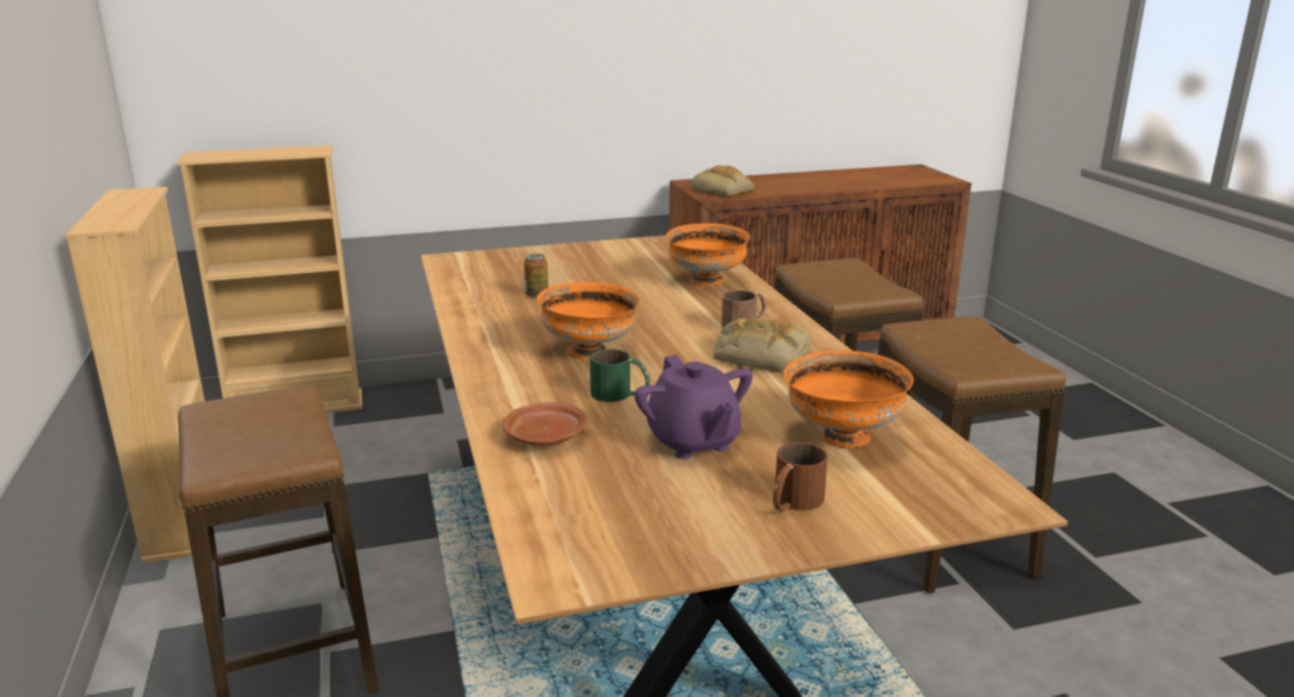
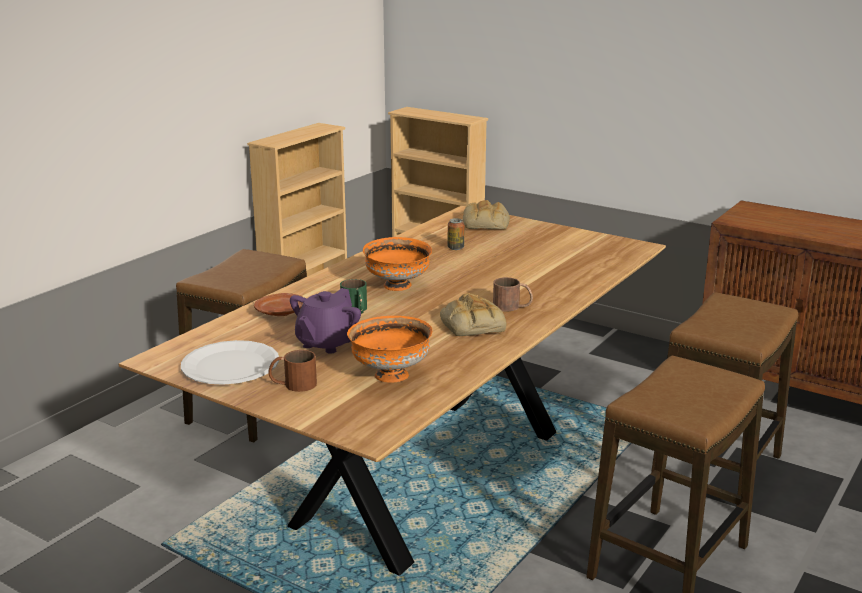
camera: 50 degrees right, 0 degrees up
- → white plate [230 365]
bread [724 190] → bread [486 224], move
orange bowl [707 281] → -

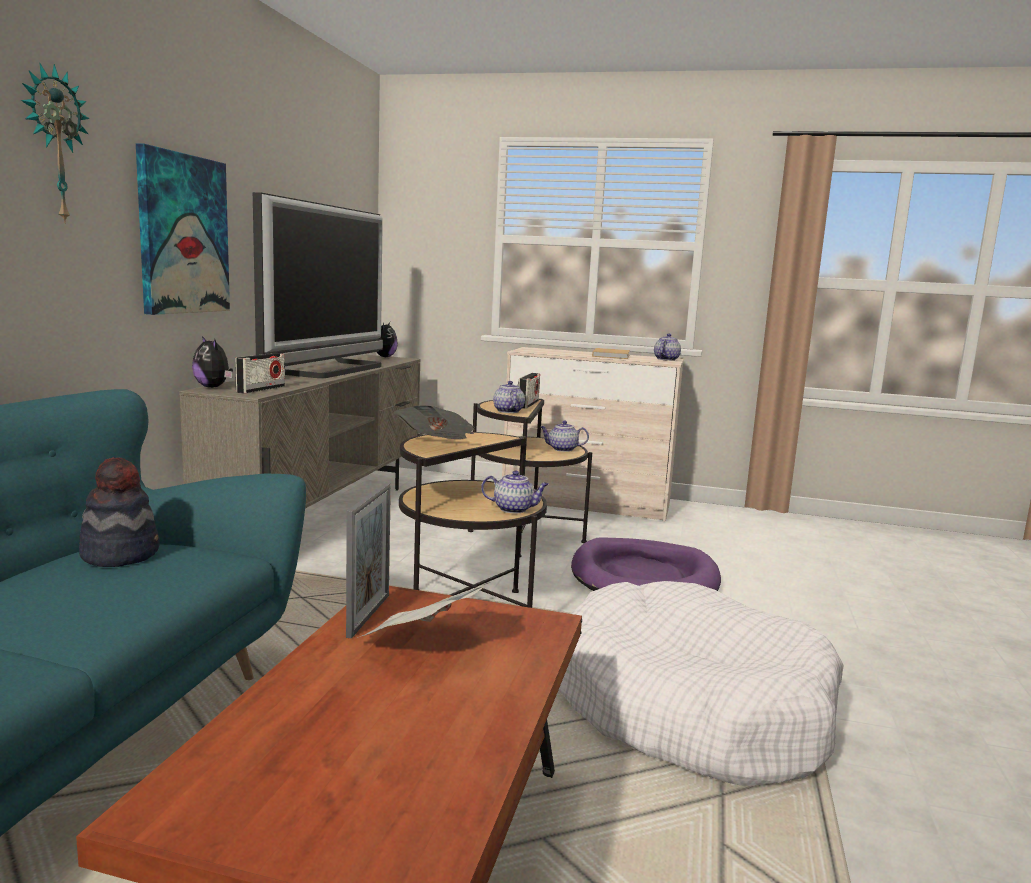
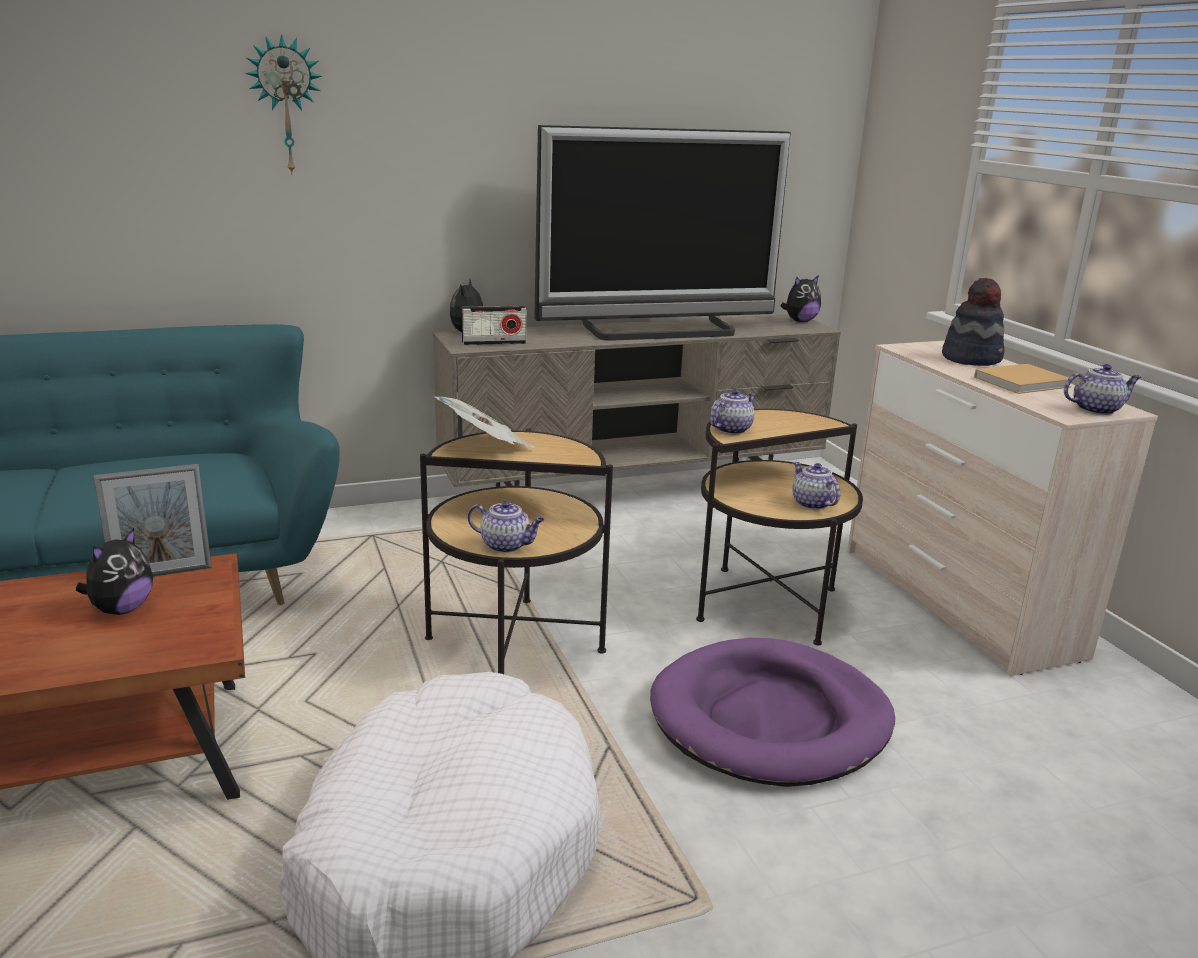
camera: 55 degrees right, 10 degrees up
newspaper [422 643] → plush toy [121 609]
teapot [514 509] → teapot [506 545], 45 degrees counterclockwise
hat [121 554] → hat [971 359], move
picture [183 234] → -
radio [528 404] → -

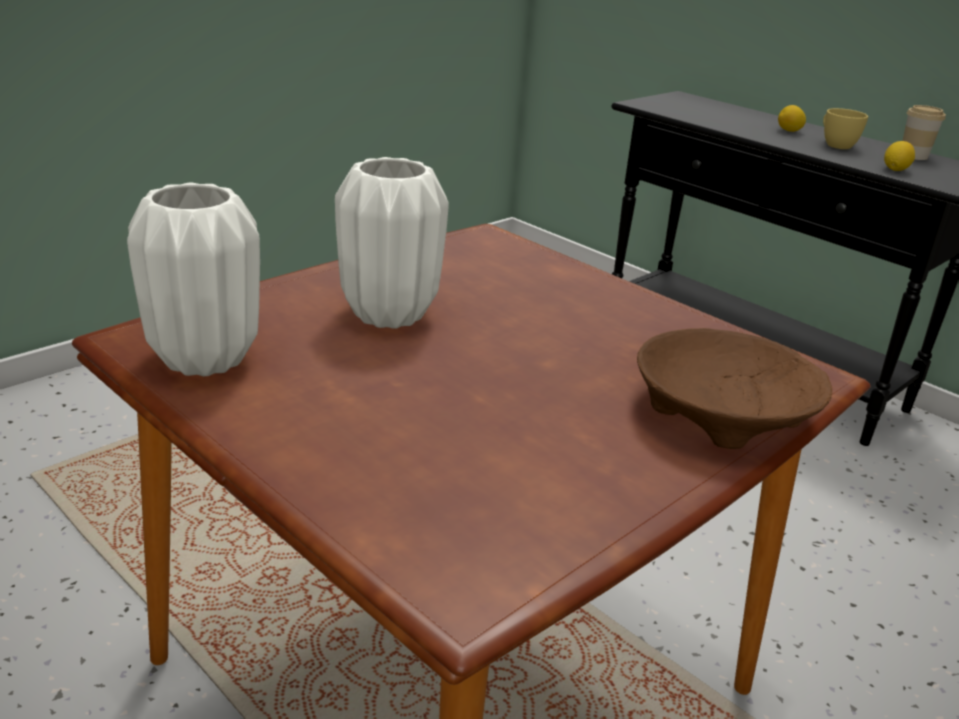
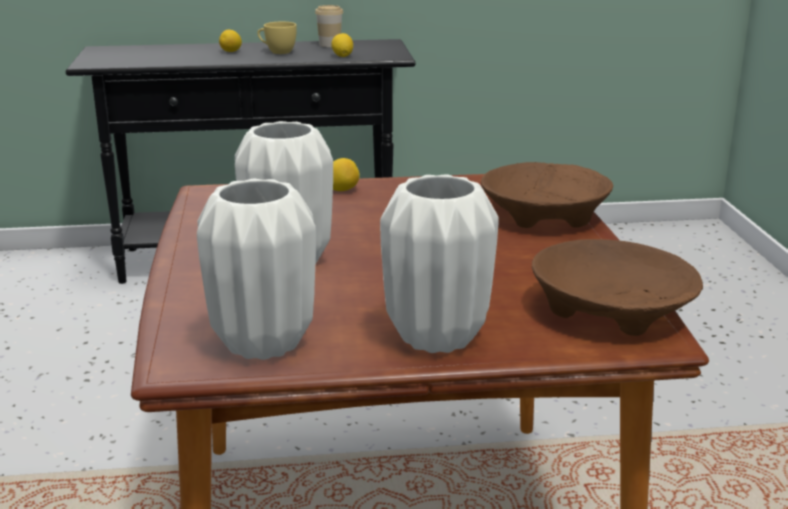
camera: 50 degrees left, 5 degrees down
- → lemon [342 190]
- → white vase [437 336]
- → brown bowl [611 308]

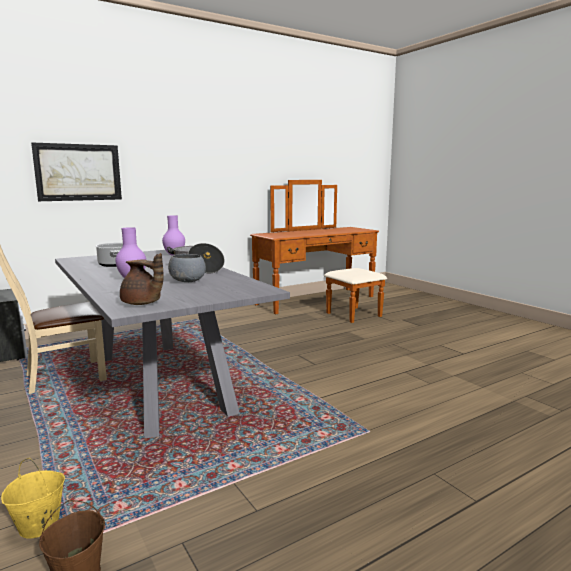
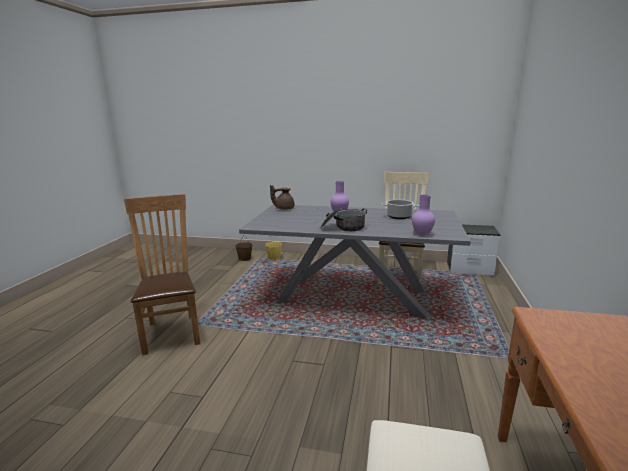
camera: 135 degrees right, 5 degrees up
- → brown chair [172 331]
picture [78 172] → -
grey bowl [188 281] → -

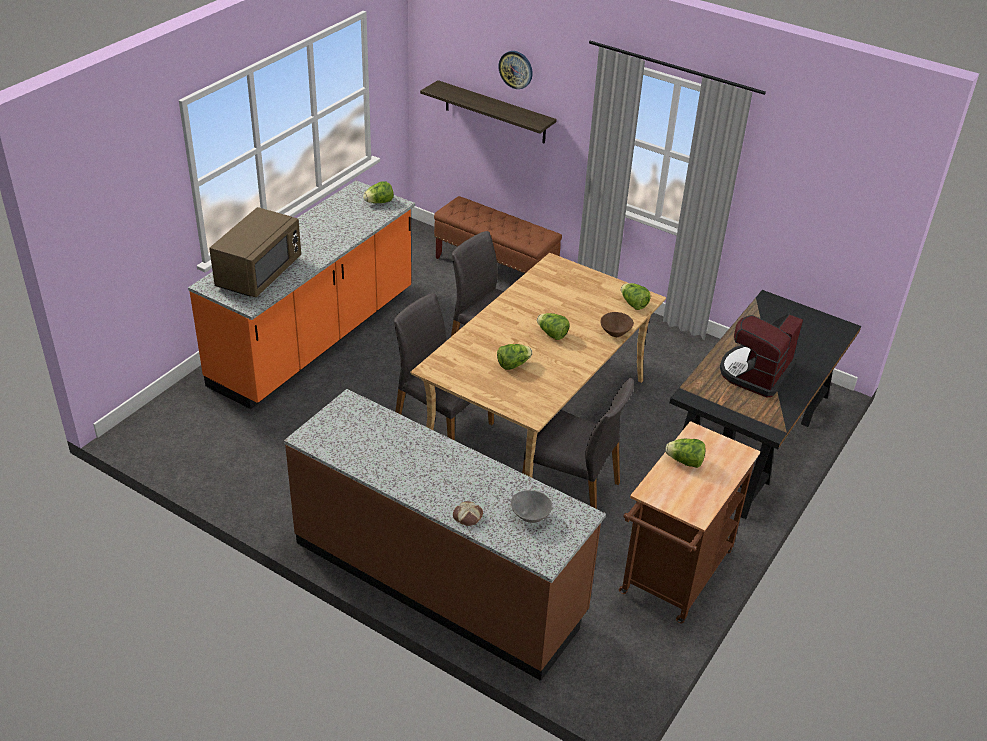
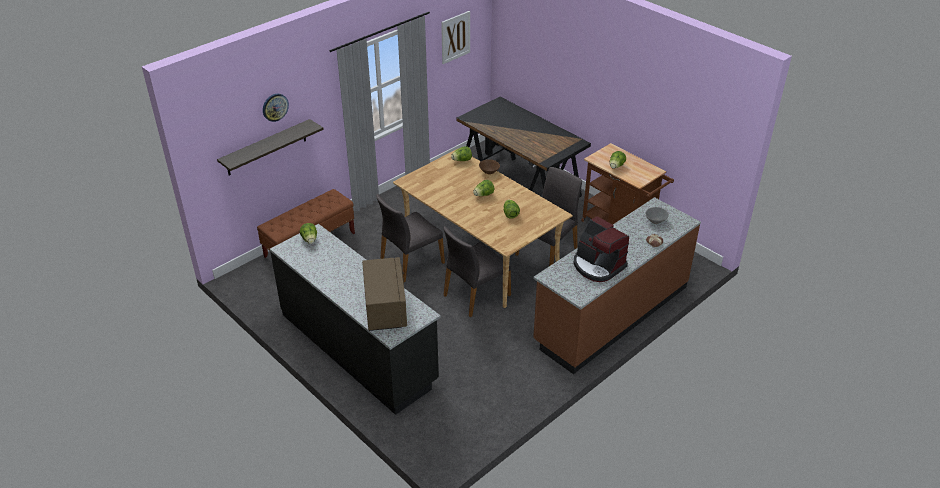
camera: 75 degrees left, 0 degrees up
orange counter [315 339] → black counter [358 347]
brown microwave [259 273] → brown microwave [385 308], 45 degrees clockwise
- → picture [455 37]
coffee machine [755 372] → coffee machine [598 266], move

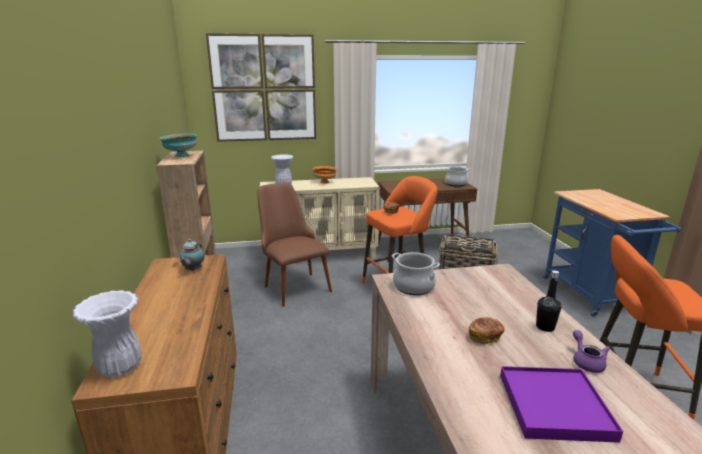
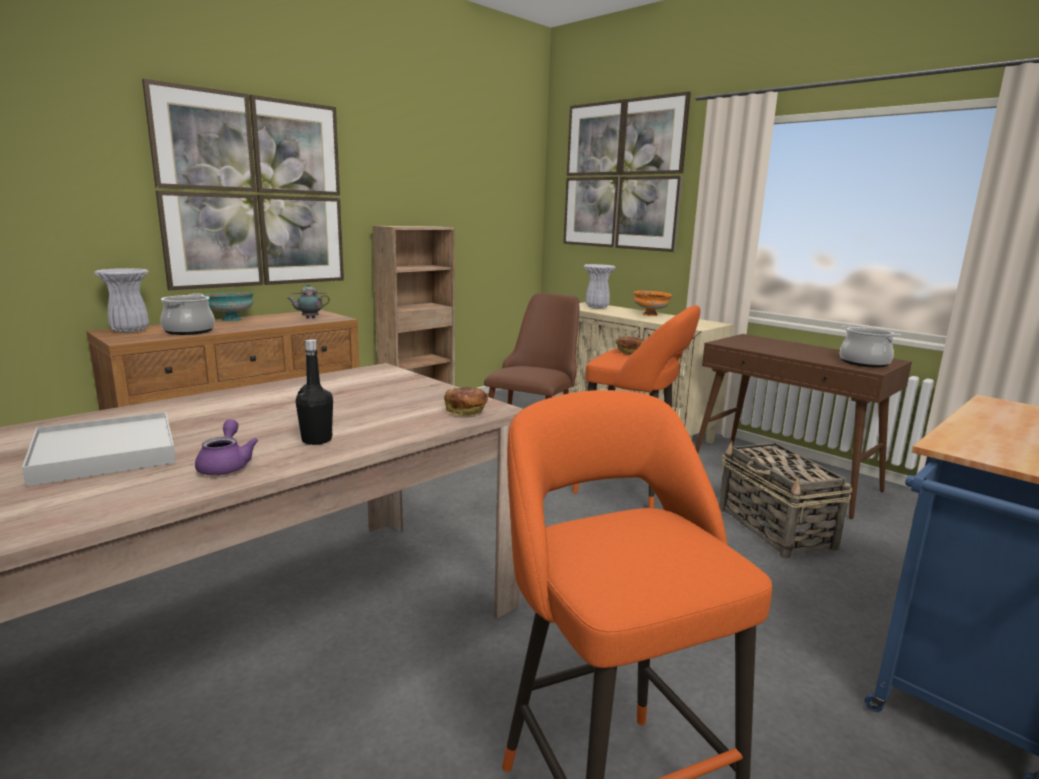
camera: 55 degrees right, 5 degrees down
purple tray [554 406] → white tray [105 453]
- → picture [255 193]
cooking pot [413 286] → cooking pot [189 331], move
purple teapot [586 361] → purple teapot [226 465], 60 degrees counterclockwise
turquoise bowl [181 156] → turquoise bowl [231 320], move
bread [485 337] → bread [466 412], move

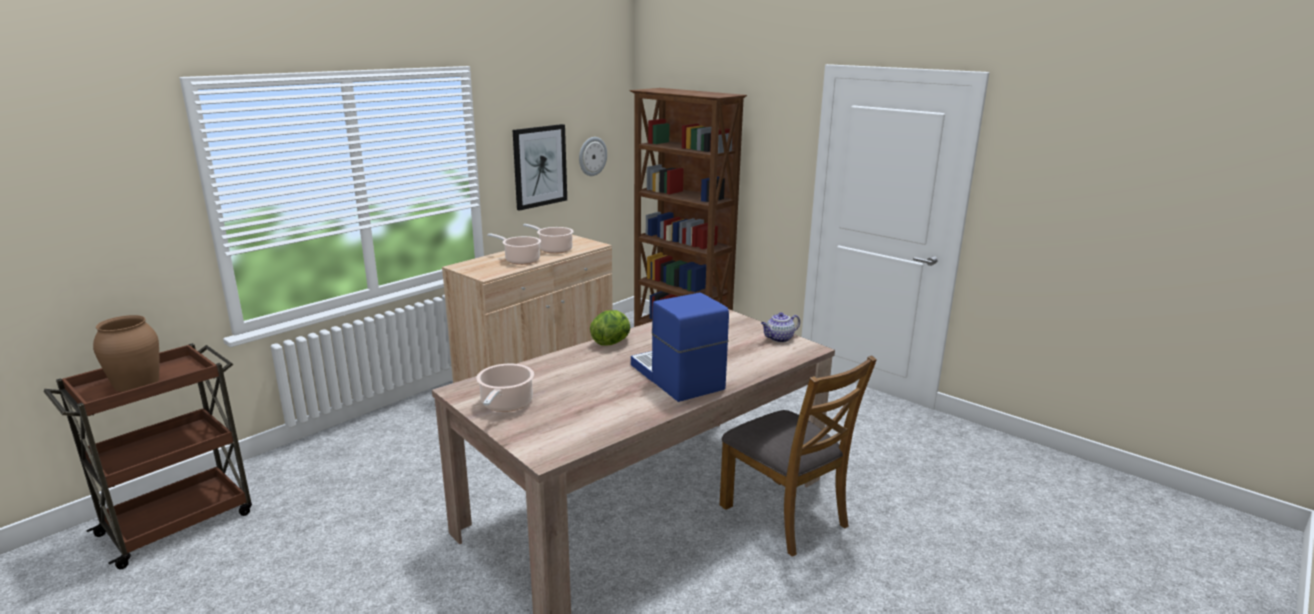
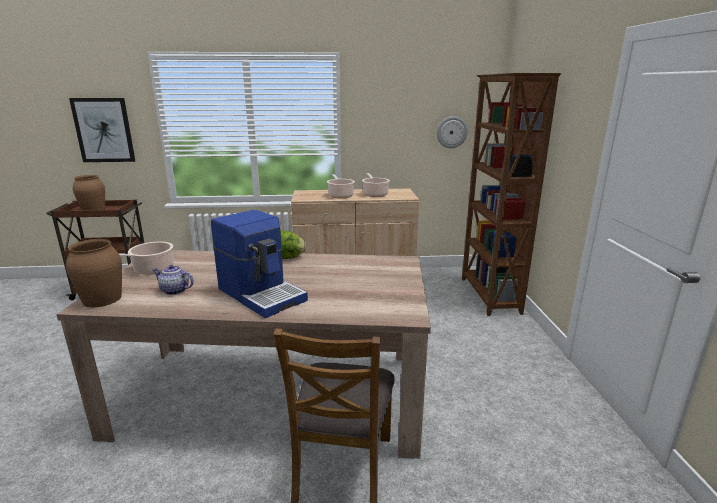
camera: 45 degrees right, 0 degrees up
- → brown vase [102 299]
picture [539 166] → picture [104 130], move
teapot [779 339] → teapot [174 290], move
coffee machine [676 377] → coffee machine [262 294], 120 degrees clockwise

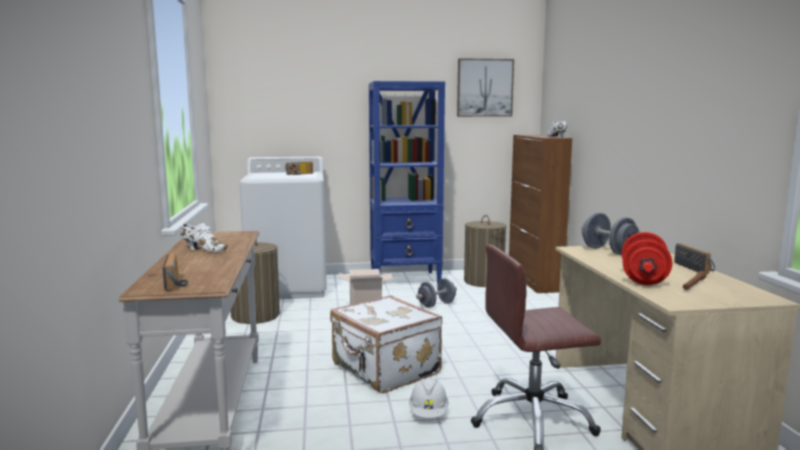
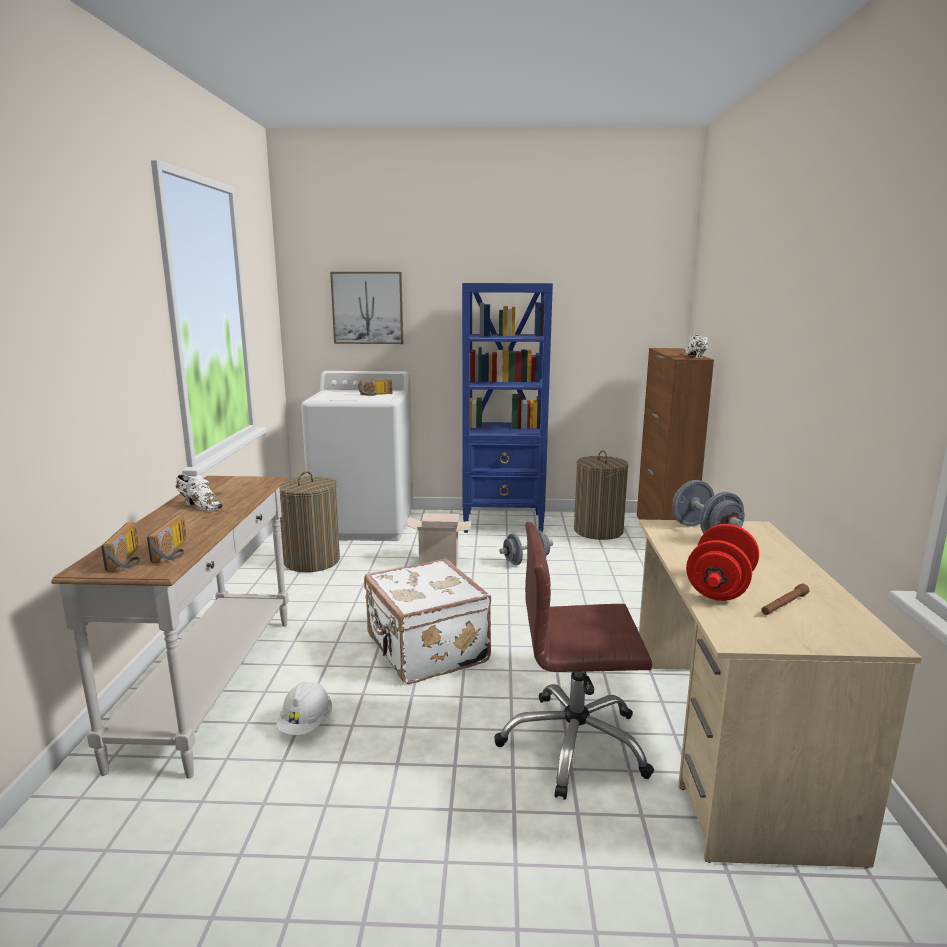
camera: 10 degrees right, 5 degrees up
radio [695 268] → radio [174 552], move
white hard hat [428 413] → white hard hat [306 725], move
picture [484 88] → picture [367 308], move

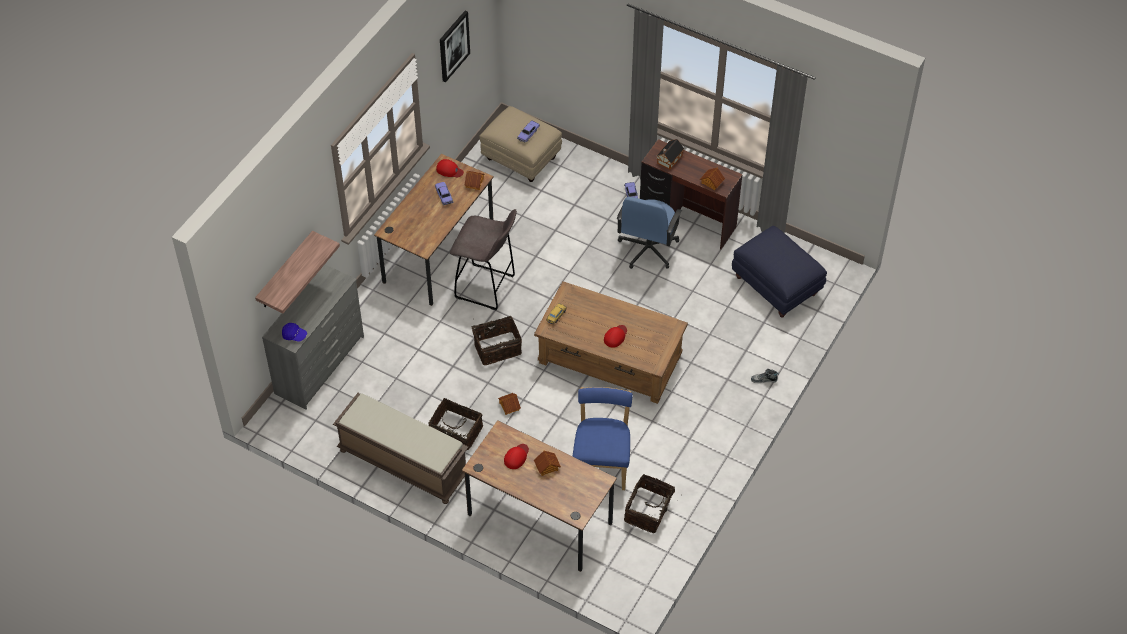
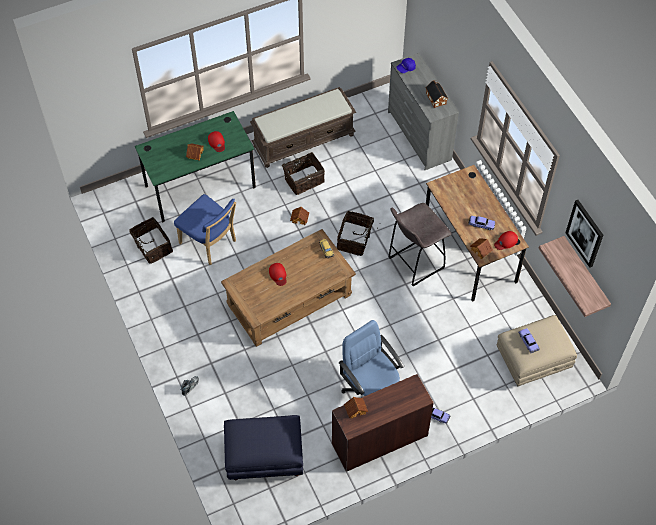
camera: 125 degrees right, 5 degrees up
brown desk [539 519] → green desk [200 186]
toy house [668 159] → toy house [436 98], move
shelf [285 271] → shelf [585 275], move

